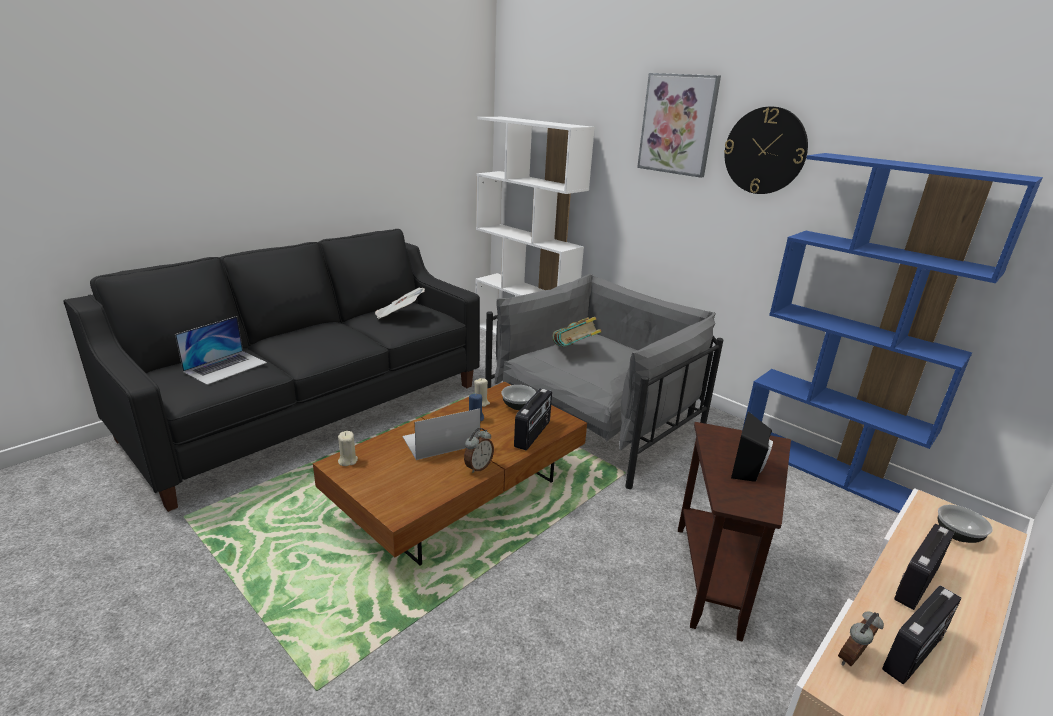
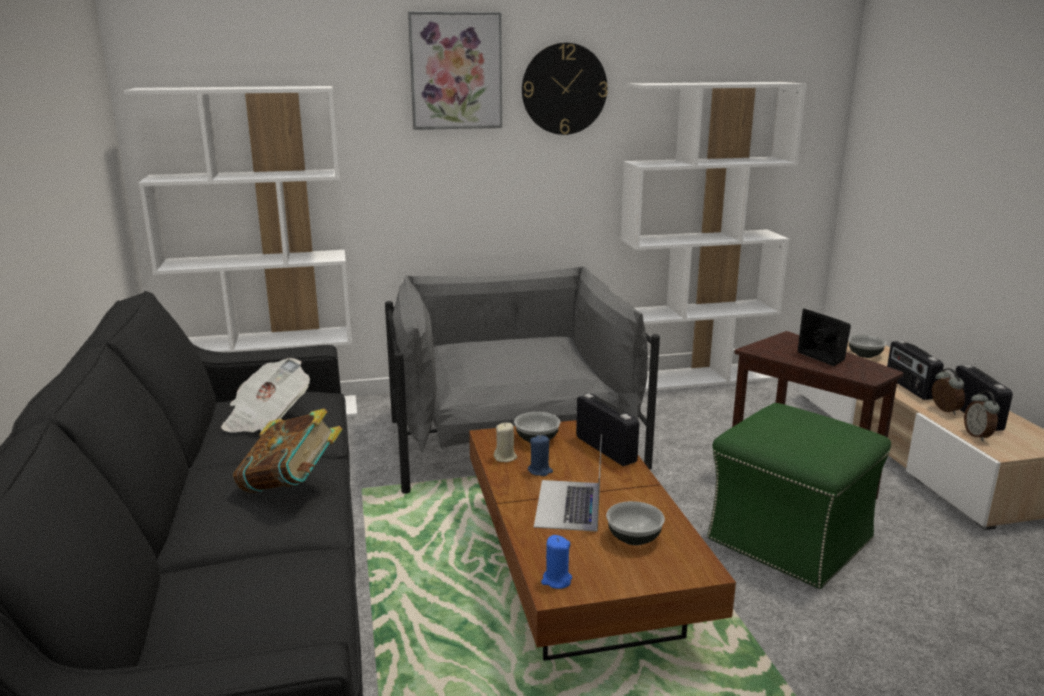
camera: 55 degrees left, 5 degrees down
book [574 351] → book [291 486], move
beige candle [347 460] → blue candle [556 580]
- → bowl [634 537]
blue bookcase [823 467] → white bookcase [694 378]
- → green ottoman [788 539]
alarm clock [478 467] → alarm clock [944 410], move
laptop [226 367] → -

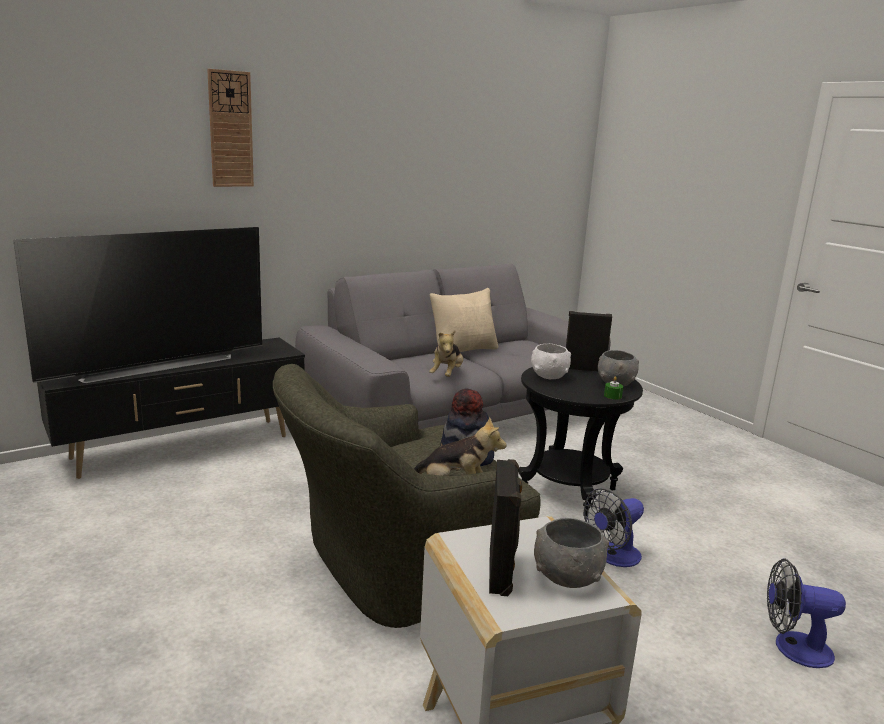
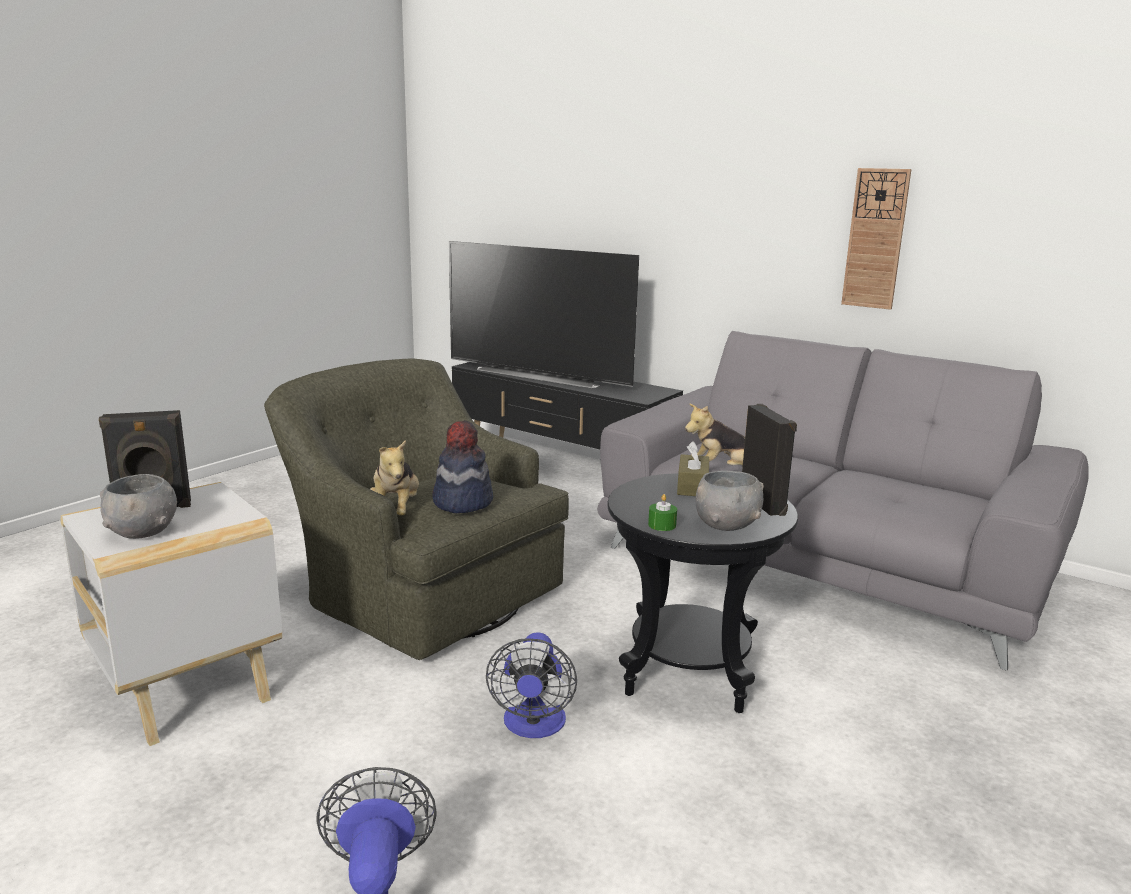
camera: 70 degrees right, 0 degrees up
fan [613 557] → fan [533 726], 120 degrees counterclockwise
white bowl [549 376] → brown tissue box [692 486]
wall clock [230 129] → wall clock [875 239], move
beige pillow [464 350] → -

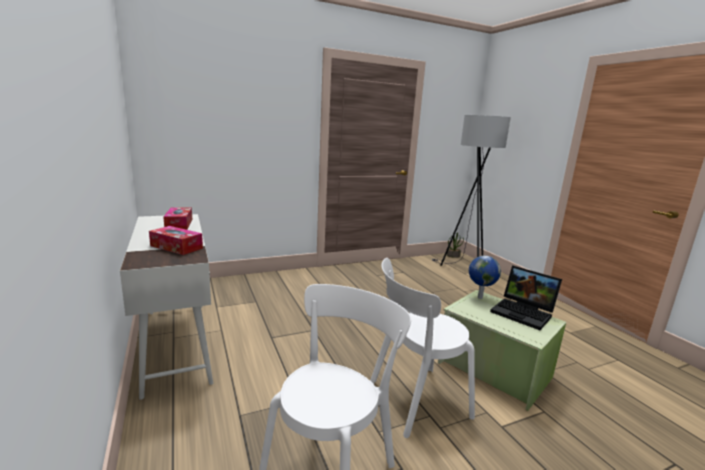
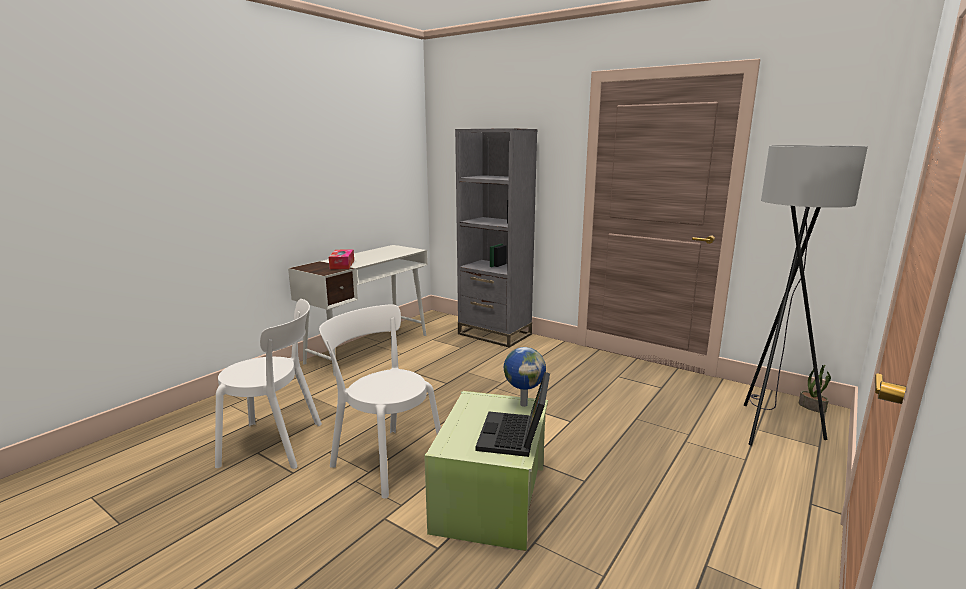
camera: 60 degrees right, 0 degrees up
- → grey bookcase [494 334]
tissue box [179 224] → -

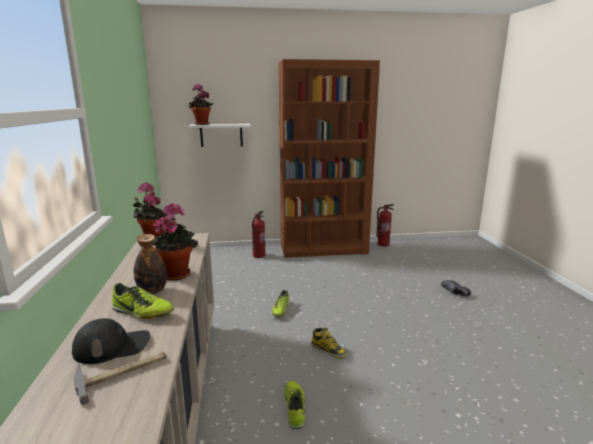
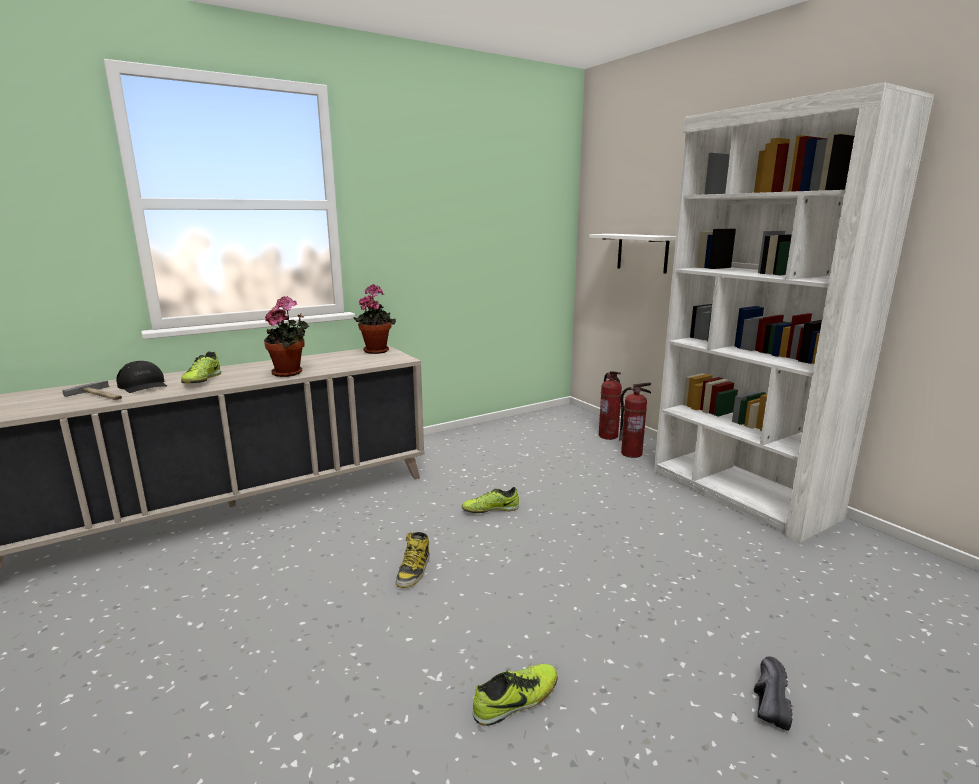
camera: 65 degrees right, 0 degrees up
shoe [295 407] → shoe [516 700], move
fire extinguisher [383 244] → fire extinguisher [608 436], move
brown bookcase [323 249] → white bookcase [740 494]
bottle [152 291] → -
potted plant [201 124] → -

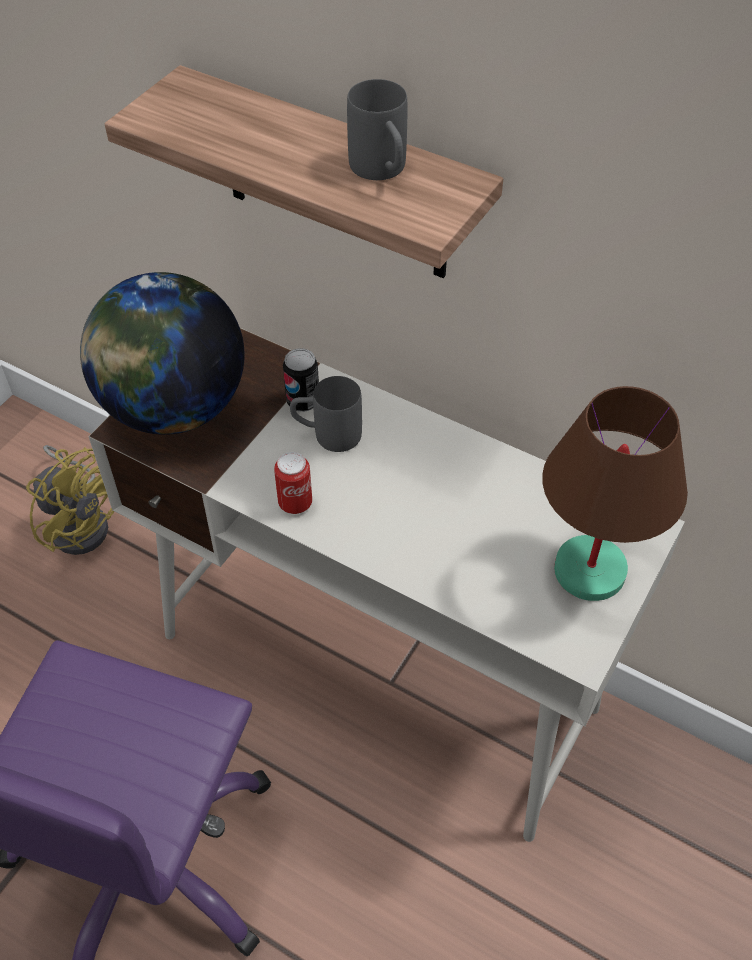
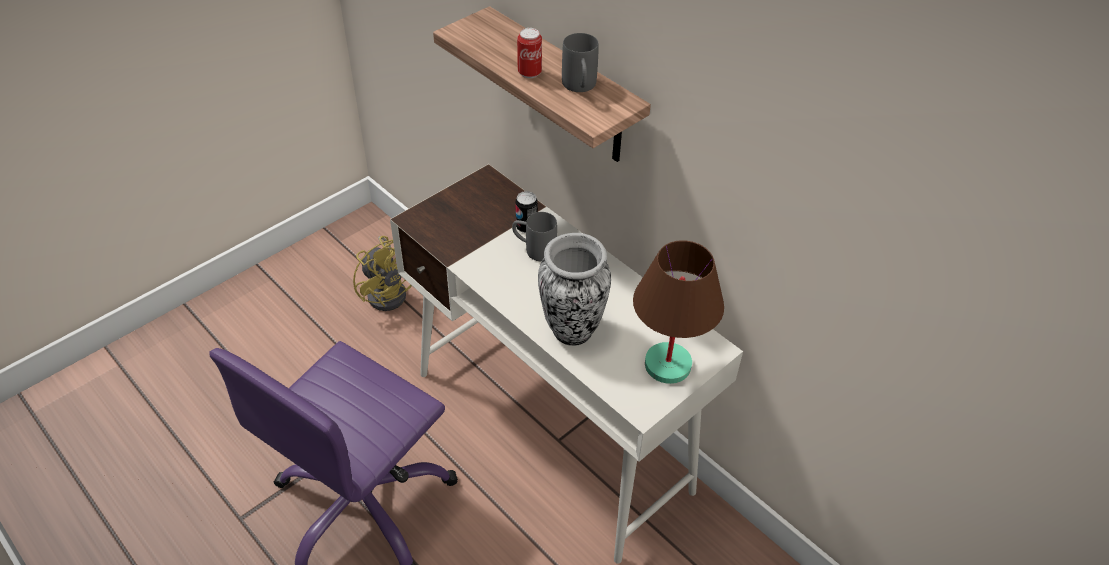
camera: 15 degrees right, 5 degrees down
can [295 503] → can [529 73], move
- → vase [572 329]
globe [173 408] → -

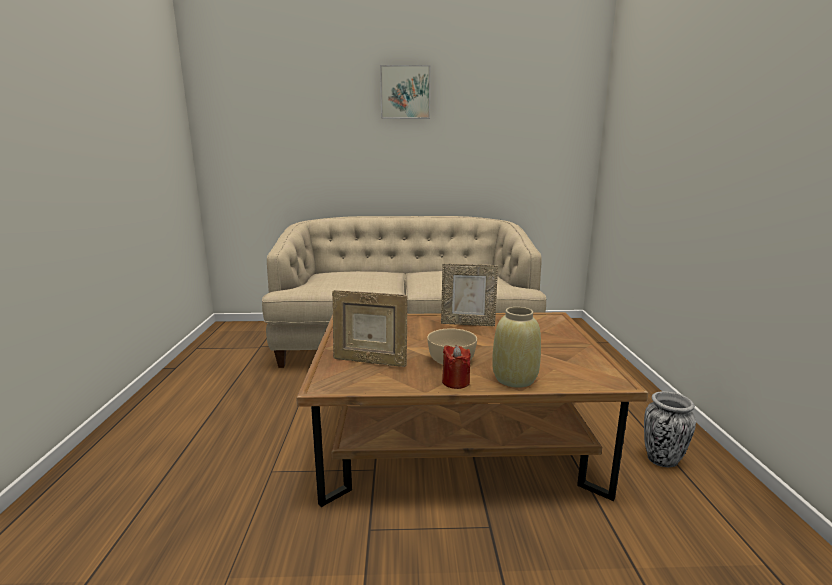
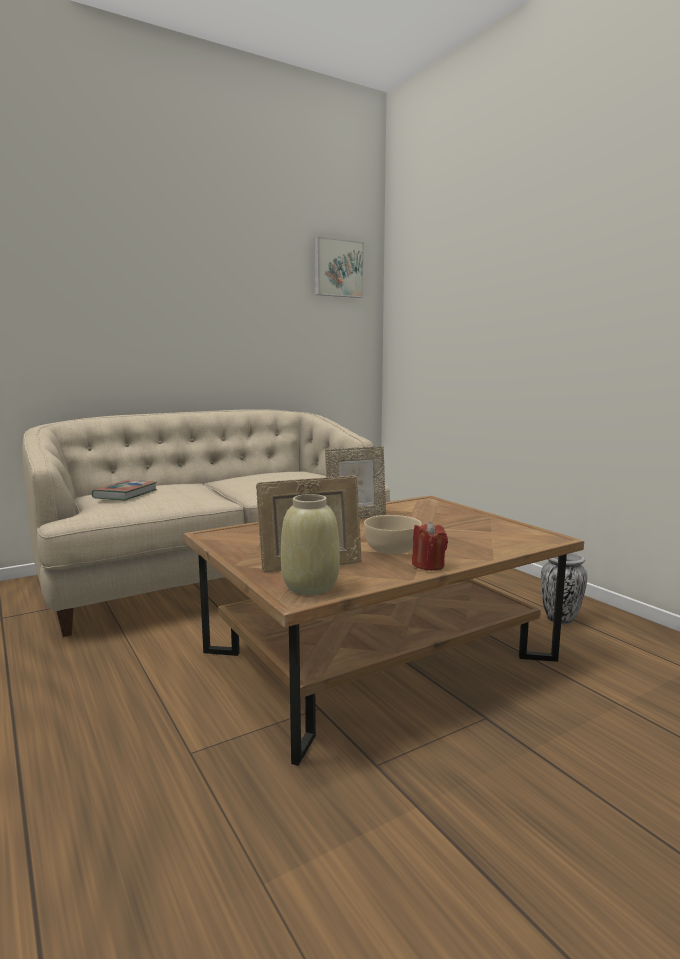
camera: 30 degrees left, 5 degrees down
- → book [126 494]
beige vase [515 379] → beige vase [311 586], move
picture [405 92] → picture [337 268], move

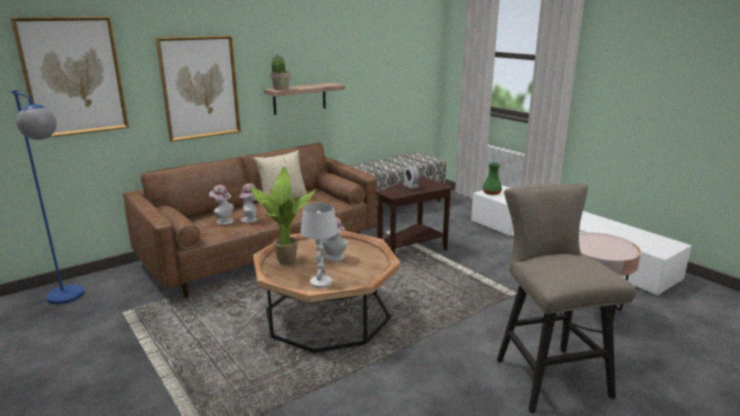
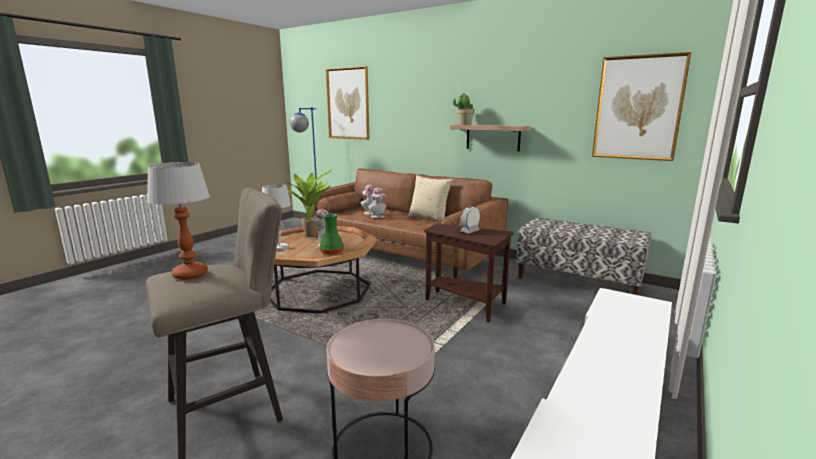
camera: 70 degrees right, 5 degrees down
- → table lamp [191 274]
green vase [491 193] → green vase [332 253], move
picture [200 87] → picture [638 108], move

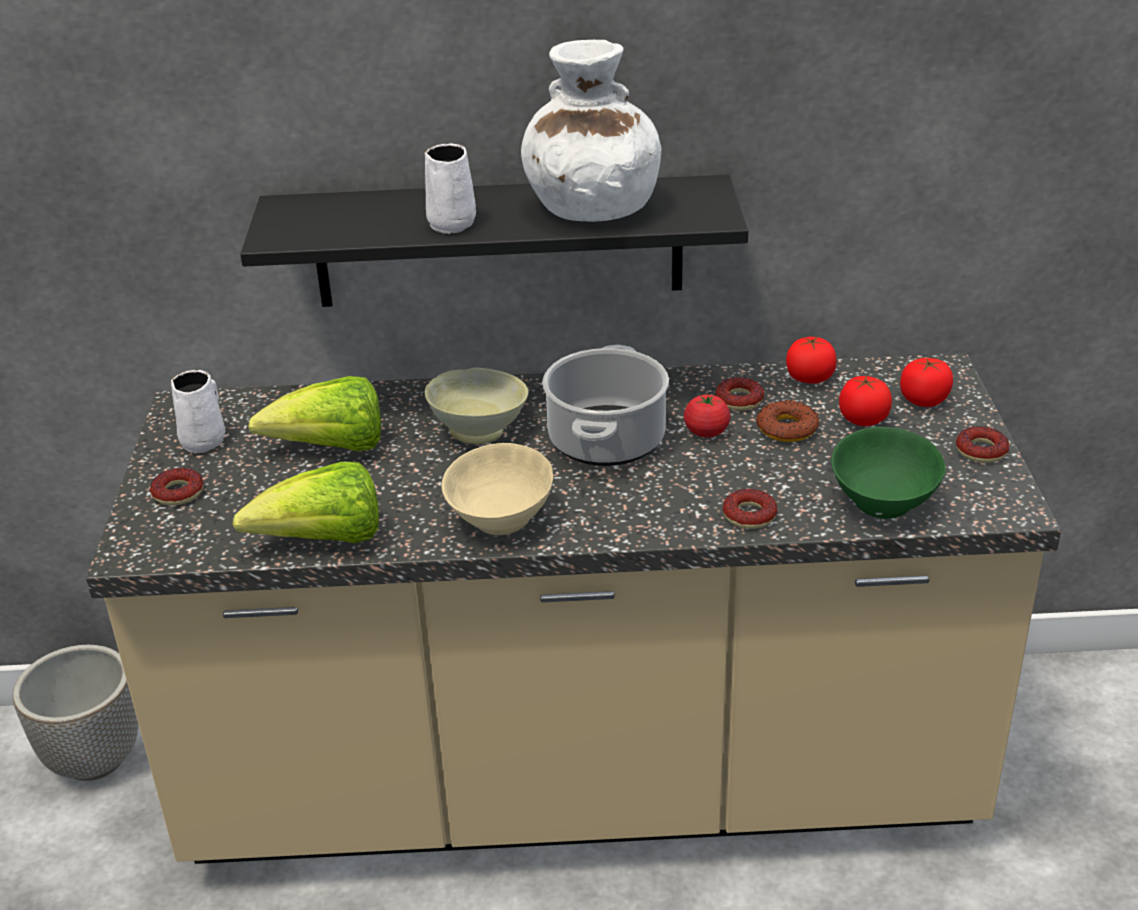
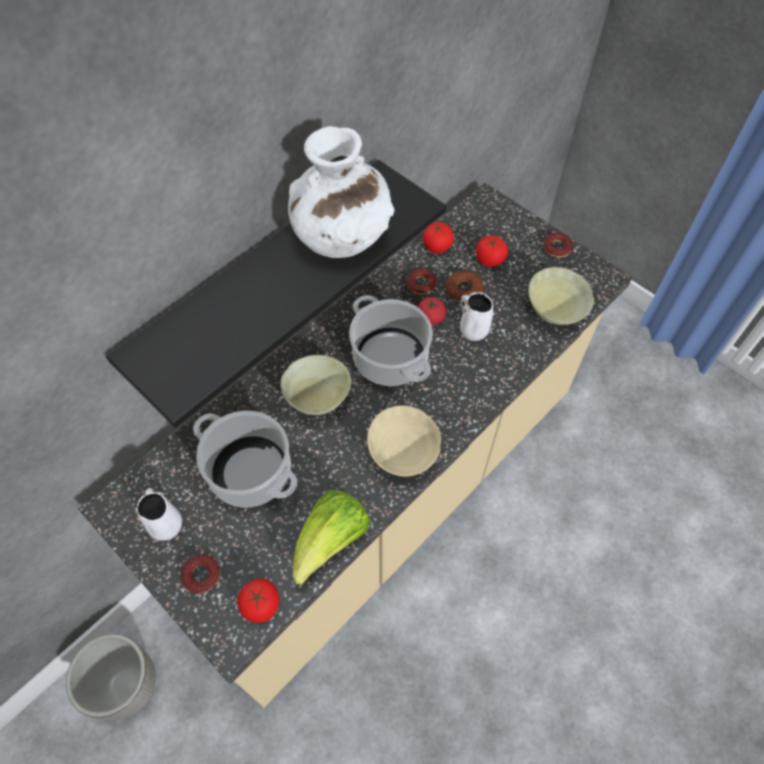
camera: 45 degrees left, 25 degrees up
lettuce [332 449] → cooking pot [252 472]
tomato [924 400] → tomato [261 605], move
white mug [453 223] → white mug [473 329], move
green bowl [881 505] → beige bowl [554 313]
donut [749 515] → -

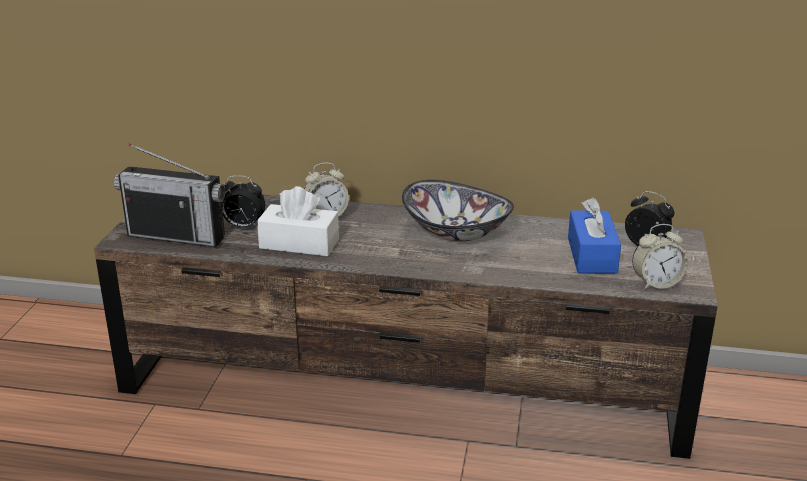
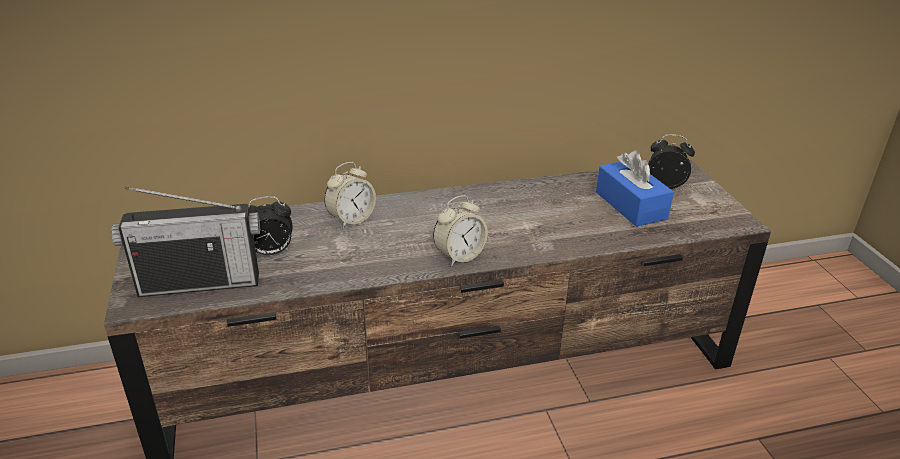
camera: 25 degrees left, 5 degrees up
alarm clock [656 283] → alarm clock [459 256], move
white tissue box [299 243] → -
bowl [455 233] → -

